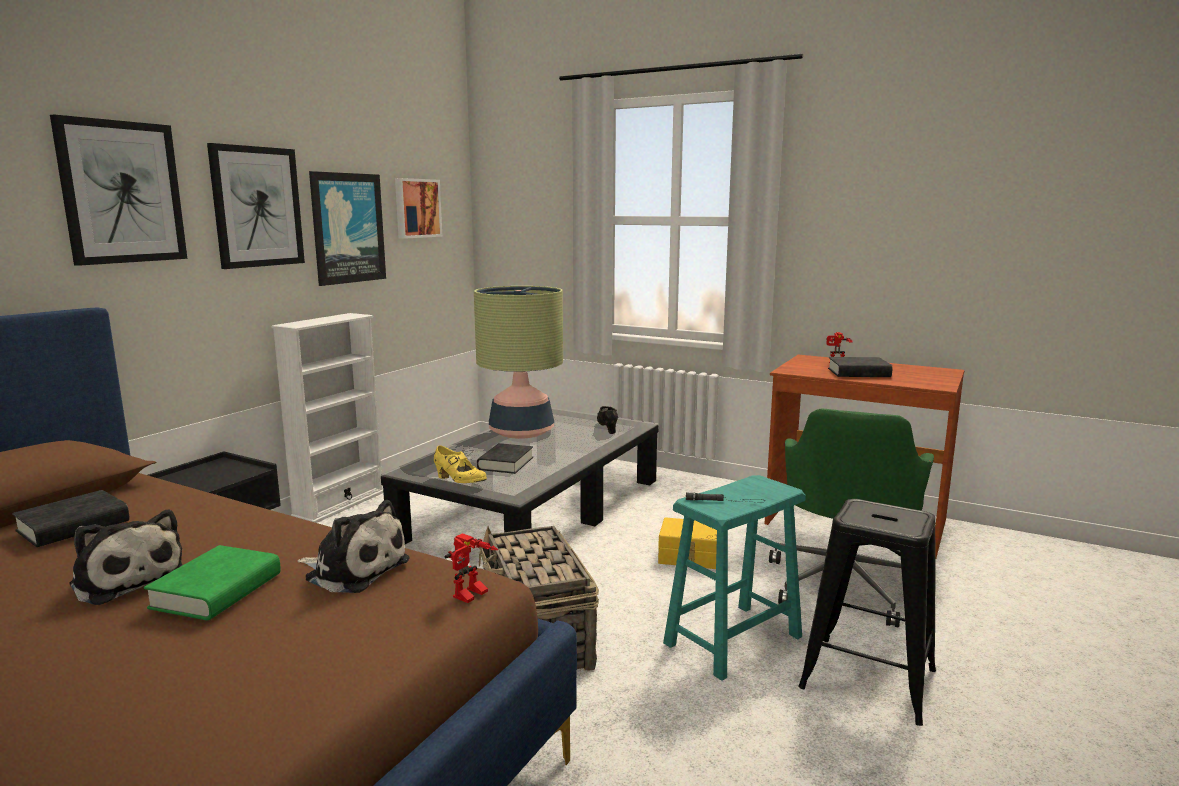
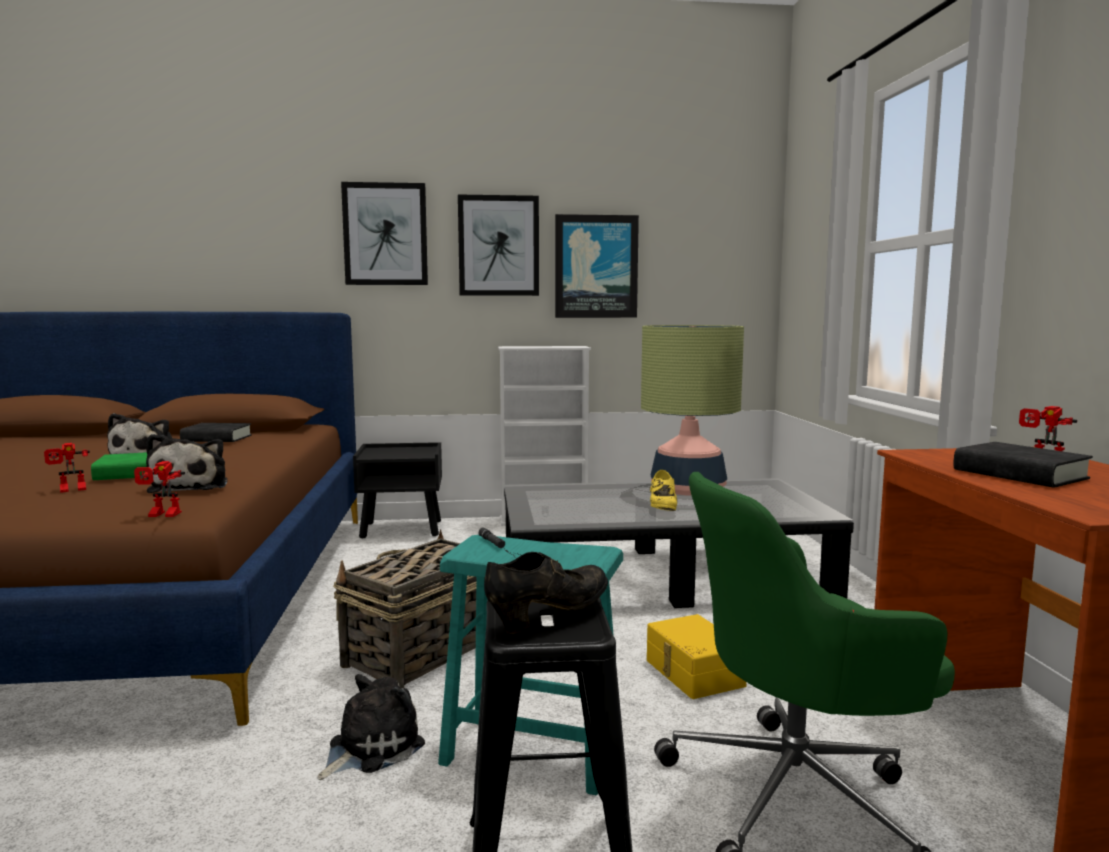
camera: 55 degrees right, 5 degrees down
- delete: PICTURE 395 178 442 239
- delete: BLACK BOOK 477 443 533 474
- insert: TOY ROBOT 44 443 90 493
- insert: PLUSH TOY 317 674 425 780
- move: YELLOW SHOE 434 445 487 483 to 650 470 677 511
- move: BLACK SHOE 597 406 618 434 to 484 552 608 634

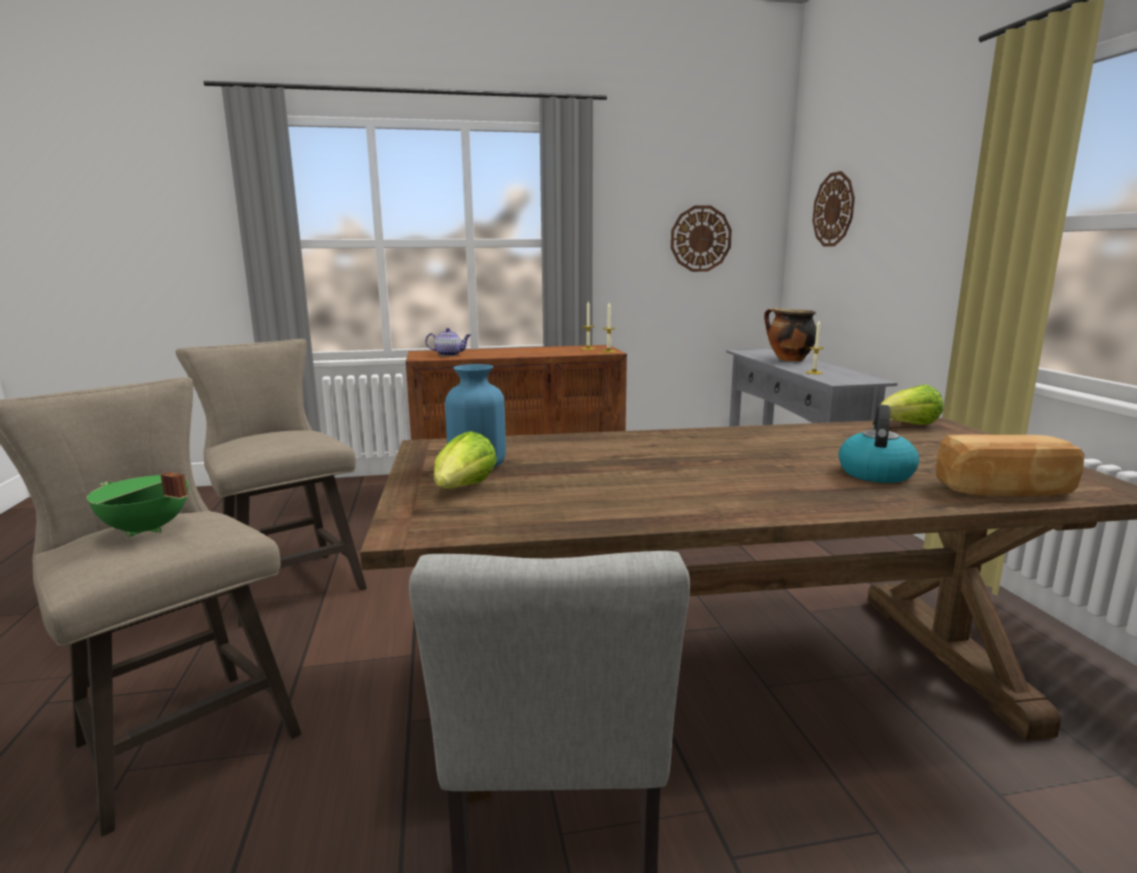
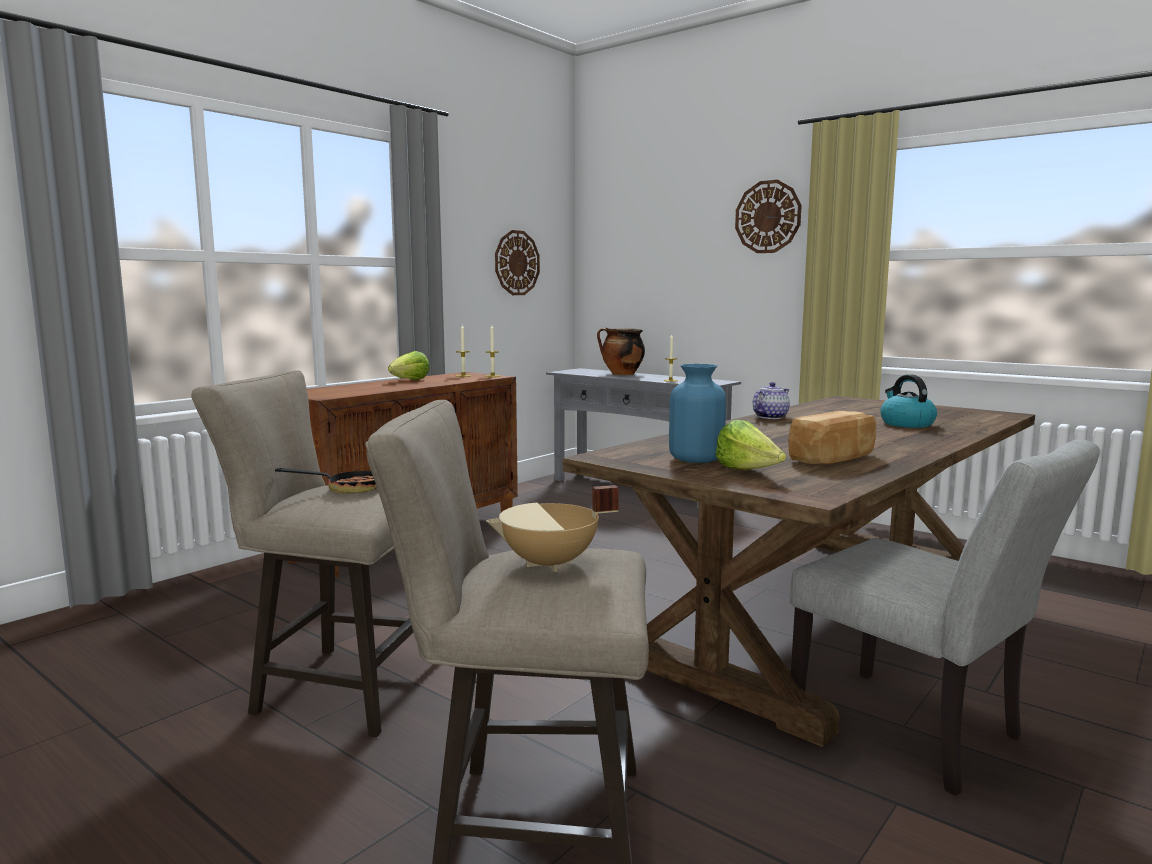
camera: 40 degrees left, 5 degrees down
- insert: FRYING PAN 275 468 377 494
- move: TEAPOT 425 328 471 356 to 753 382 790 419
- move: WALL CLOCK 812 171 855 247 to 735 180 802 253
- move: LETTUCE 880 384 943 425 to 388 351 430 380
- move: BREAD 936 434 1085 496 to 788 411 876 464
- recolor: GREEN COOKING POT 87 472 188 537 to BEIGE COOKING POT 486 485 619 572

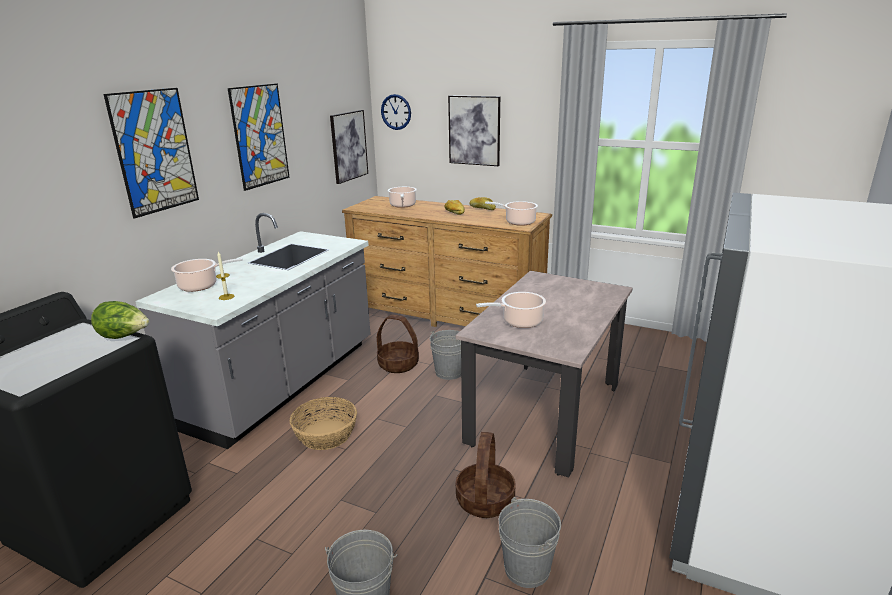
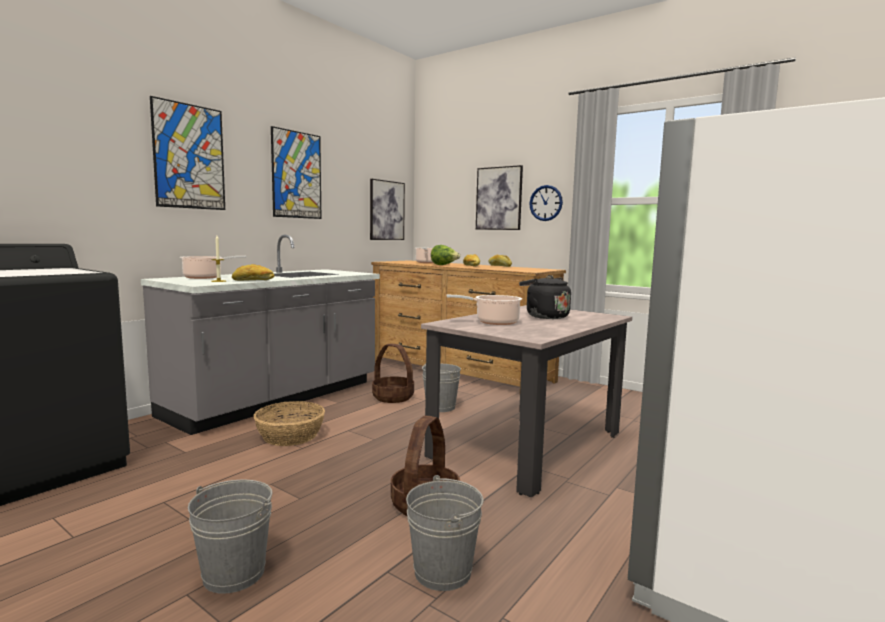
camera: 10 degrees right, 15 degrees down
- delete: COOKING POT 485 201 538 226
- insert: BREAD 232 264 275 281
- insert: BLACK KETTLE 519 275 571 319
- move: LETTUCE 91 301 150 339 to 431 245 460 265
- move: WALL CLOCK 381 94 411 130 to 529 185 563 221

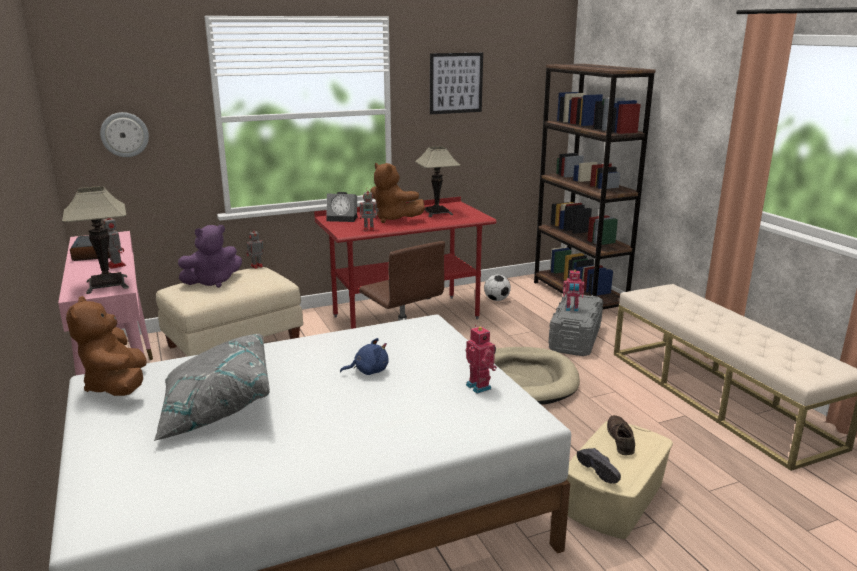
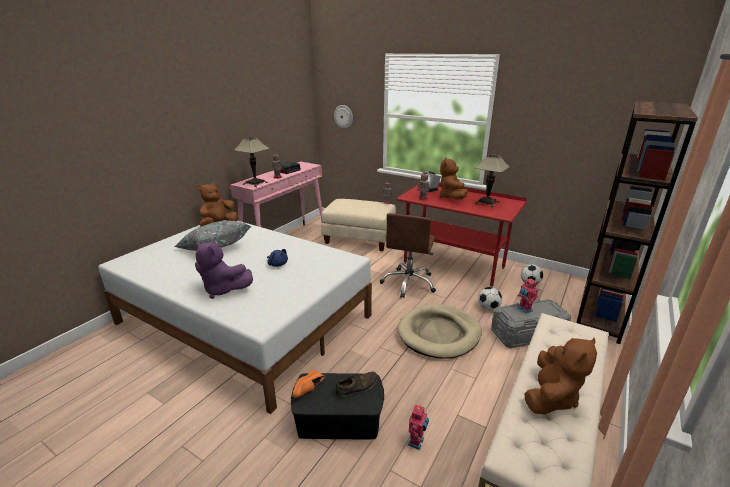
camera: 55 degrees right, 5 degrees up
- delete: PICTURE 430 53 483 114
- insert: FOOTBALL 478 287 502 310
- insert: BROWN PLUSH TOY 524 338 597 415
- move: PURPLE PLUSH TOY 178 225 242 288 to 195 242 253 299
- move: TOY ROBOT 466 325 497 394 to 408 404 429 450
- recolor: BEIGE STORAGE BOX 567 421 673 539 to BLACK STORAGE BOX 291 373 384 439
- recolor: BLACK SHOE 577 448 621 484 to ORANGE SHOE 293 370 325 398

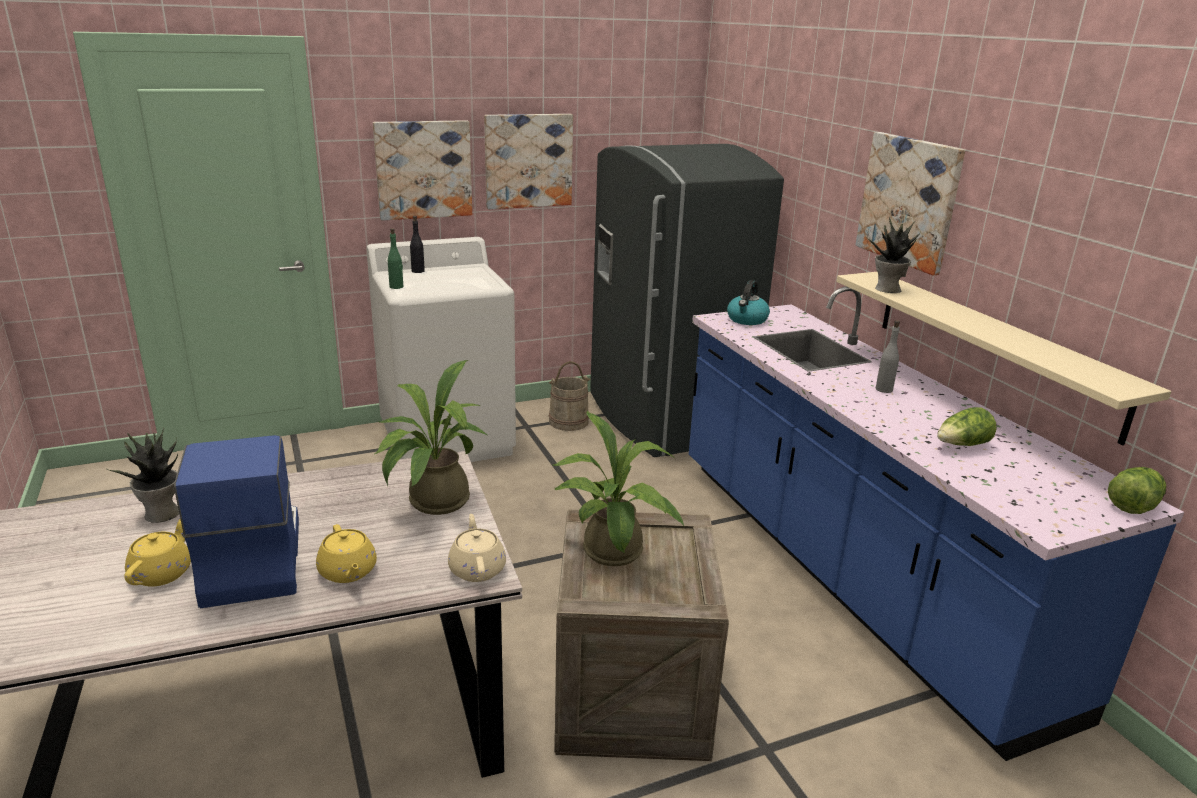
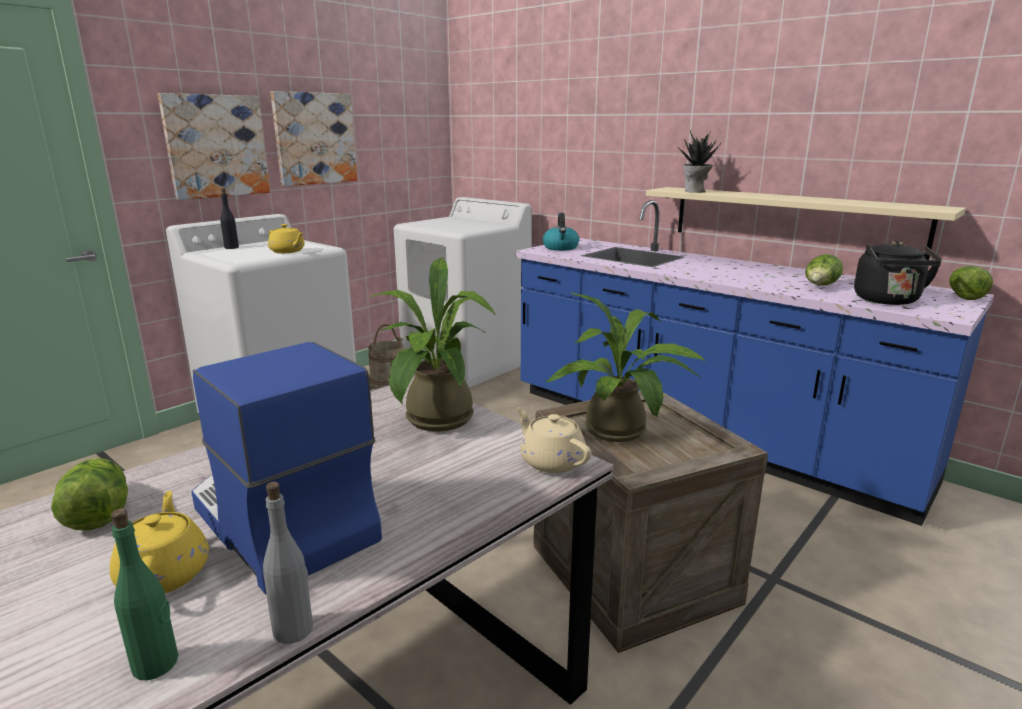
camera: 25 degrees left, 5 degrees down
- delete: PICTURE 856 132 965 276
- insert: BLACK KETTLE 854 241 942 305
- move: YELLOW TEAPOT 316 524 377 583 to 268 224 305 253
- move: GREEN BOTTLE 388 228 404 289 to 111 508 178 680
- move: GREY BOTTLE 876 320 900 393 to 263 482 313 644
- replace: POTTED PLANT 107 428 179 523 to LETTUCE 51 458 128 530
- replace: GREY FRIDGE 590 144 784 457 to WHITE WASHING MACHINE 394 197 532 387

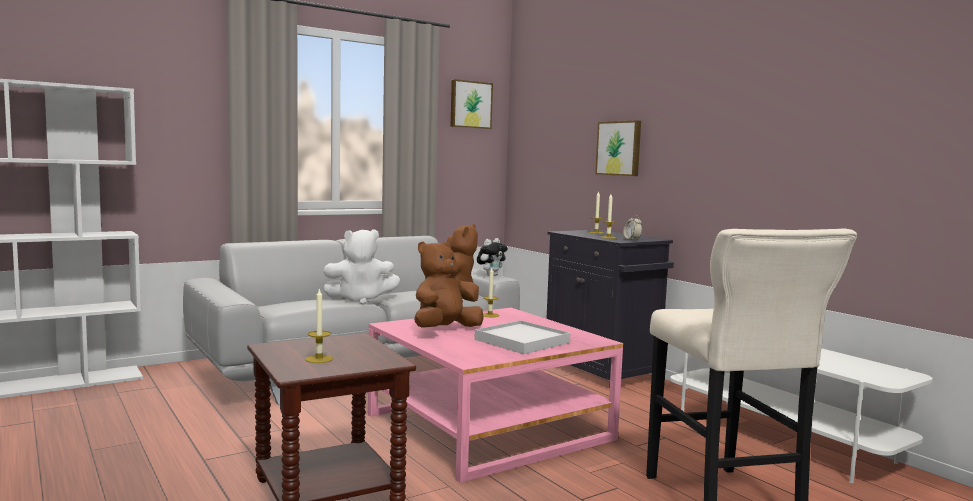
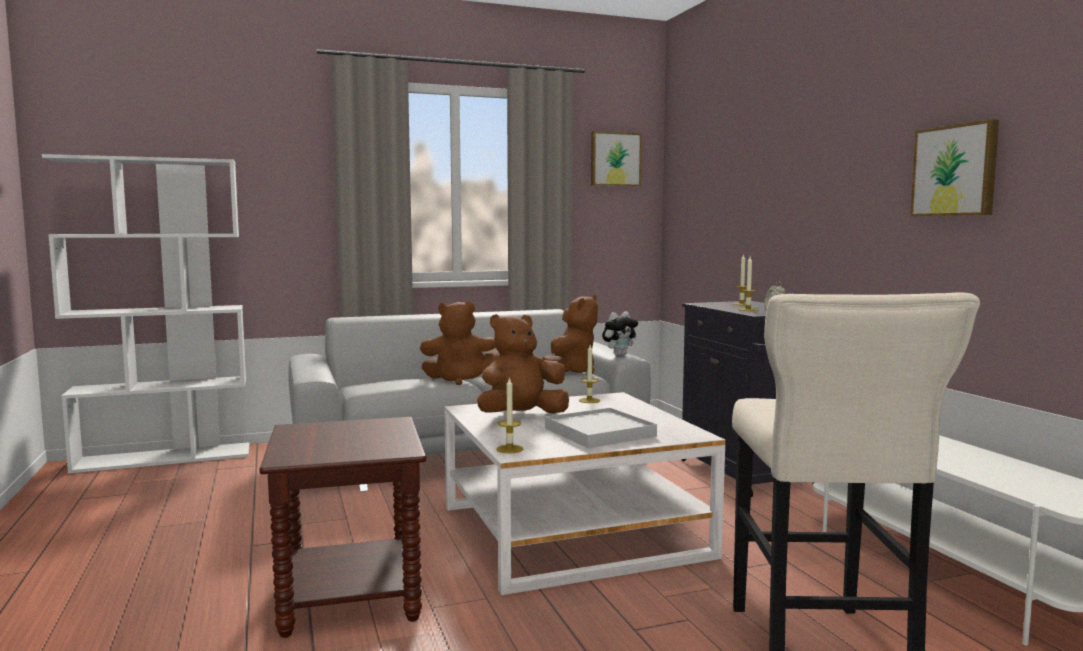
camera: 15 degrees right, 0 degrees up
- move: CANDLE 305 288 333 363 to 496 377 524 453
- move: PICTURE 595 120 641 176 to 910 119 999 216
- recolor: WHITE PLUSH TOY 323 229 400 305 to BROWN PLUSH TOY 420 302 500 385
- recolor: PINK COFFEE TABLE 368 308 623 483 to WHITE COFFEE TABLE 444 392 725 595

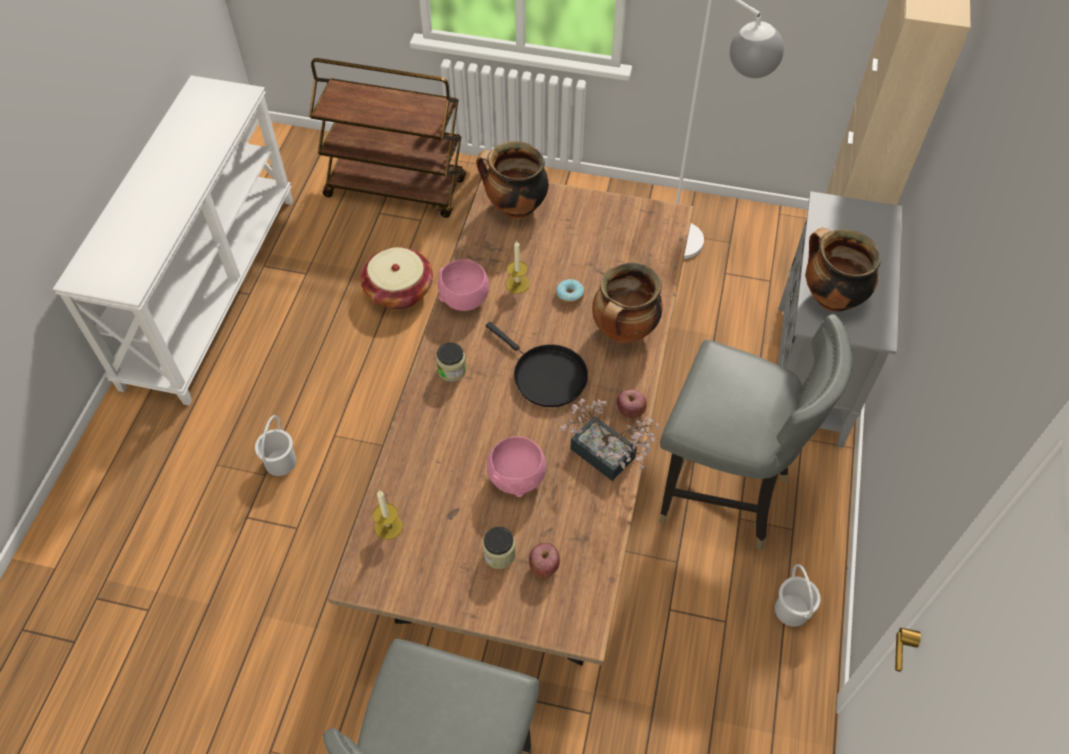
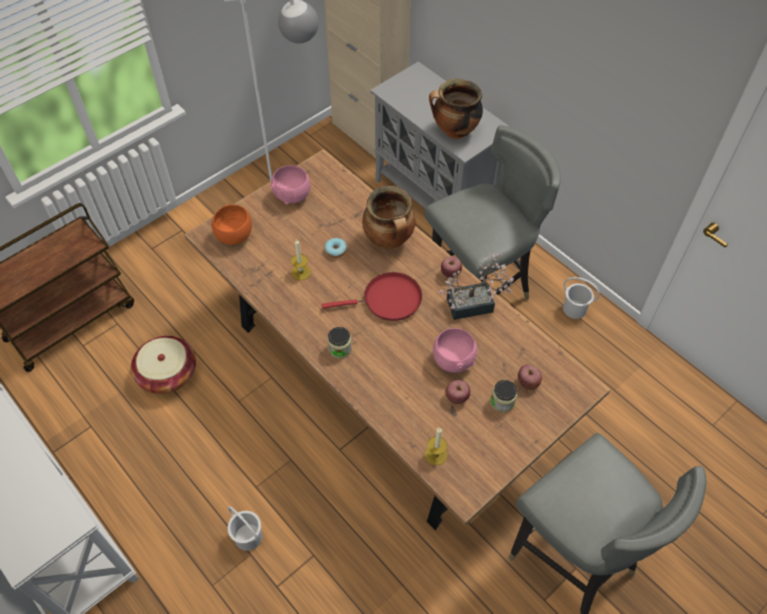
camera: 55 degrees left, 0 degrees up
- insert: APPLE 445 380 470 404
- move: PINK BOWL 438 259 489 311 to 271 165 311 204
- replace: COOKING POT 476 141 549 218 to ORANGE BOWL 212 205 252 245
- recolor: BLACK FRYING PAN 486 322 588 407 to RED FRYING PAN 322 272 422 321

